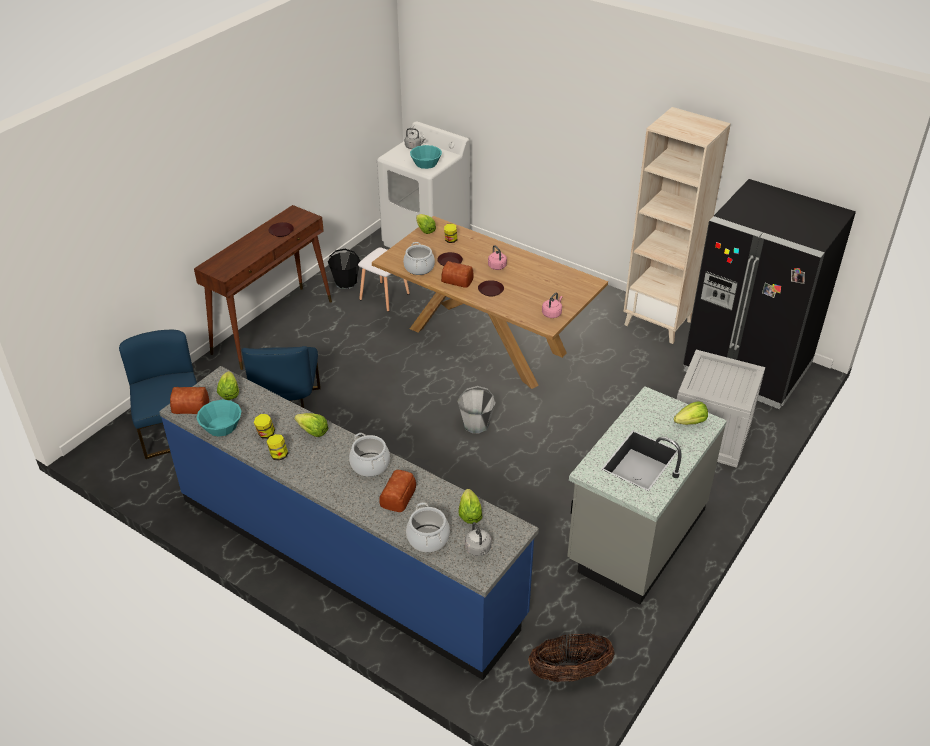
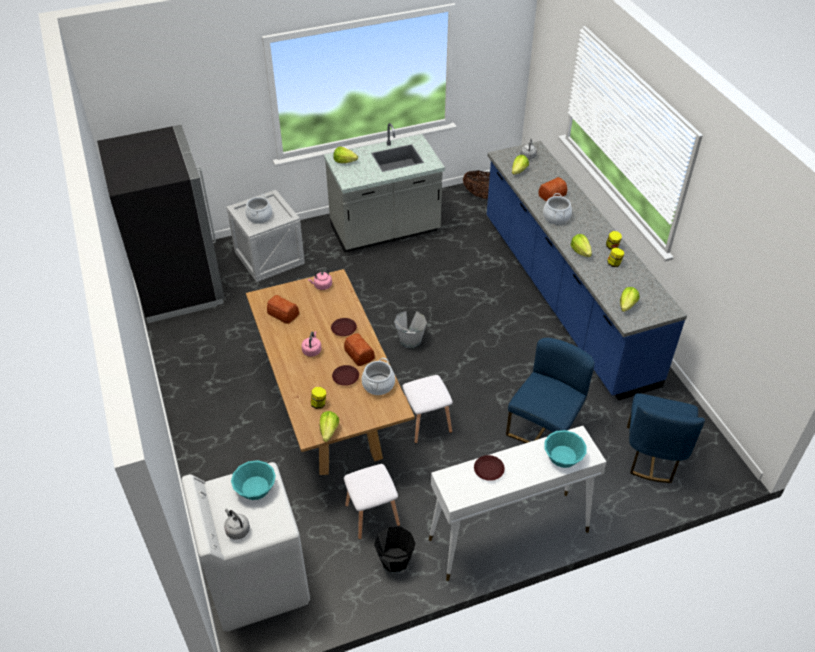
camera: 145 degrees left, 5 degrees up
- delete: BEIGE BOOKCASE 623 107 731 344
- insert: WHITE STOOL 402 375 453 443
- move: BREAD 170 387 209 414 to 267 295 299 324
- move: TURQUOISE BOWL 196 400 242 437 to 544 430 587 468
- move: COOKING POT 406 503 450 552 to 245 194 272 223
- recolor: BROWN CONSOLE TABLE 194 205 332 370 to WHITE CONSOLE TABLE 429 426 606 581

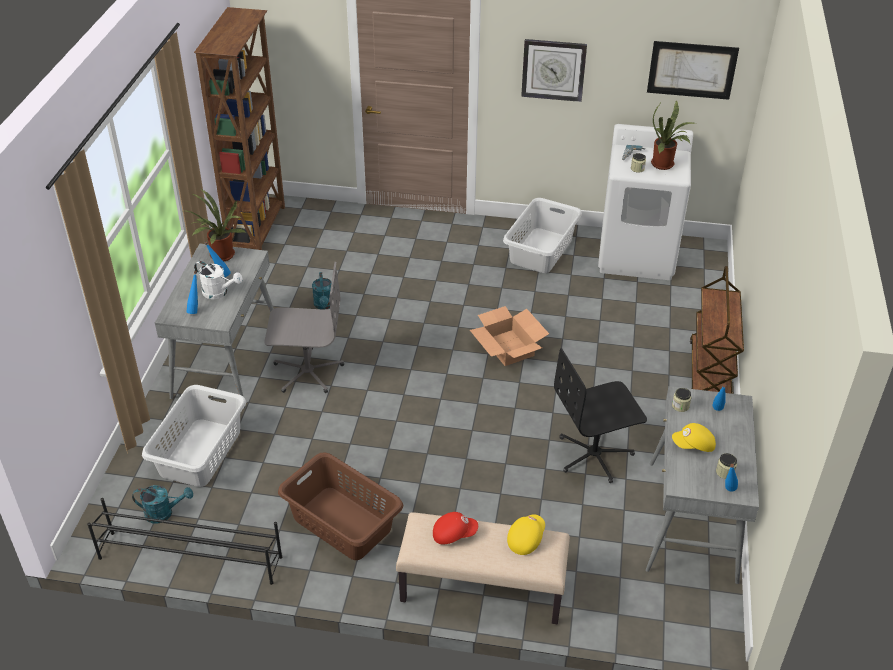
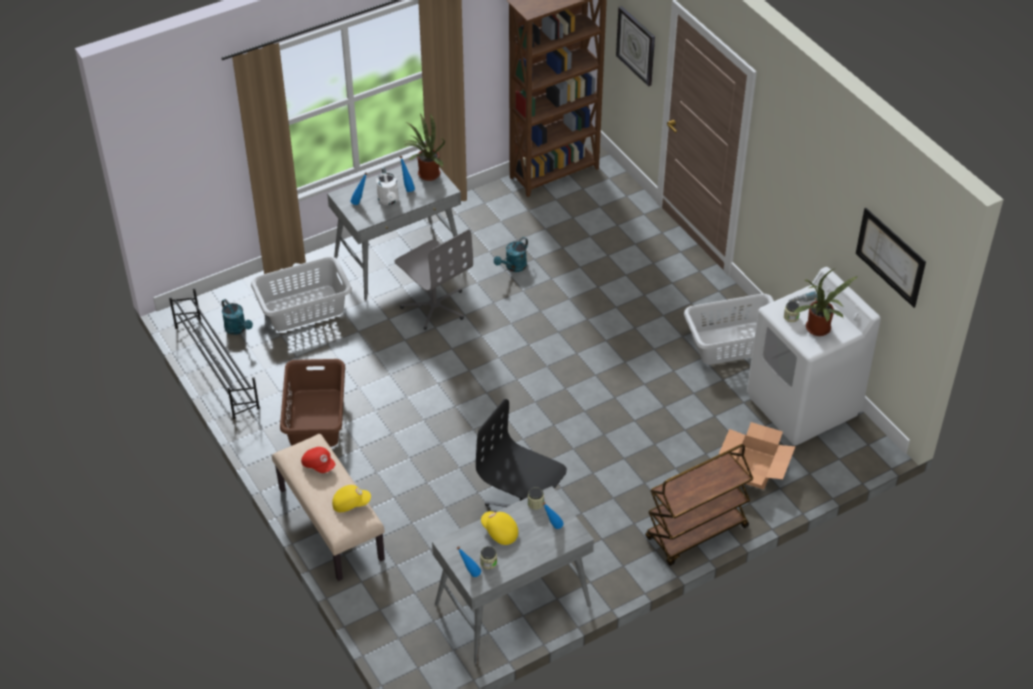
camera: 50 degrees right, 5 degrees up
- move: CARDBOARD BOX 470 306 549 366 to 718 422 796 489
- move: WALL CLOCK 521 39 587 102 to 616 6 655 87

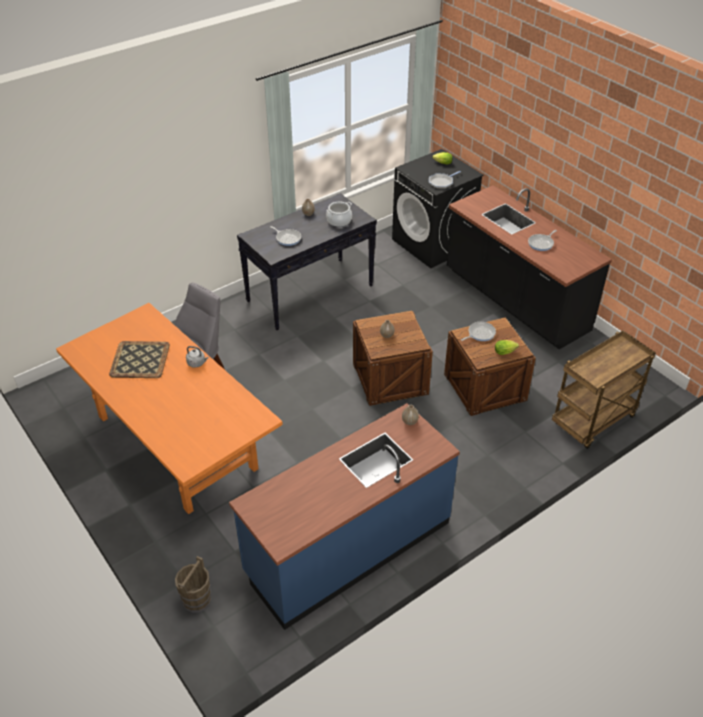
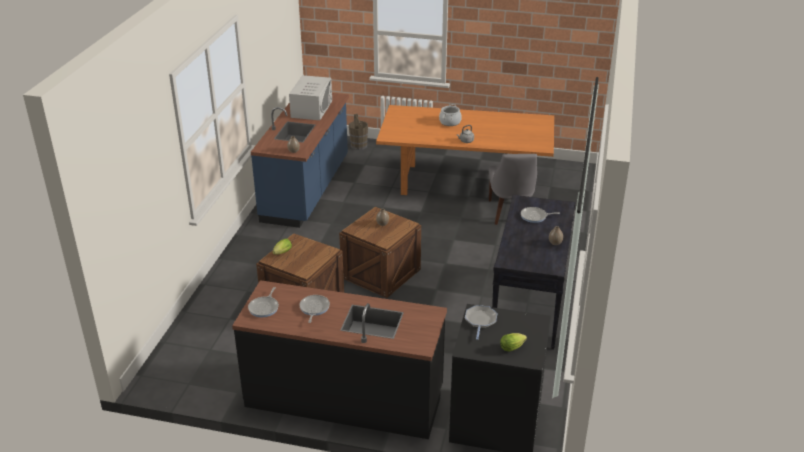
camera: 140 degrees right, 10 degrees down
- delete: TRAY 109 341 170 378
- delete: BROWN CART 552 330 656 449
- insert: WHITE MICROWAVE 289 75 332 120
- move: COOKING POT 326 202 352 227 to 439 104 462 126
- move: FRYING PAN 461 322 496 341 to 248 287 279 317

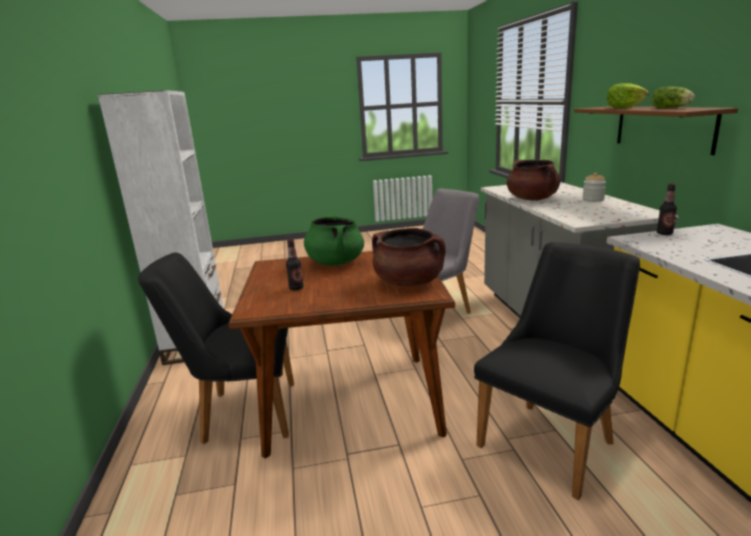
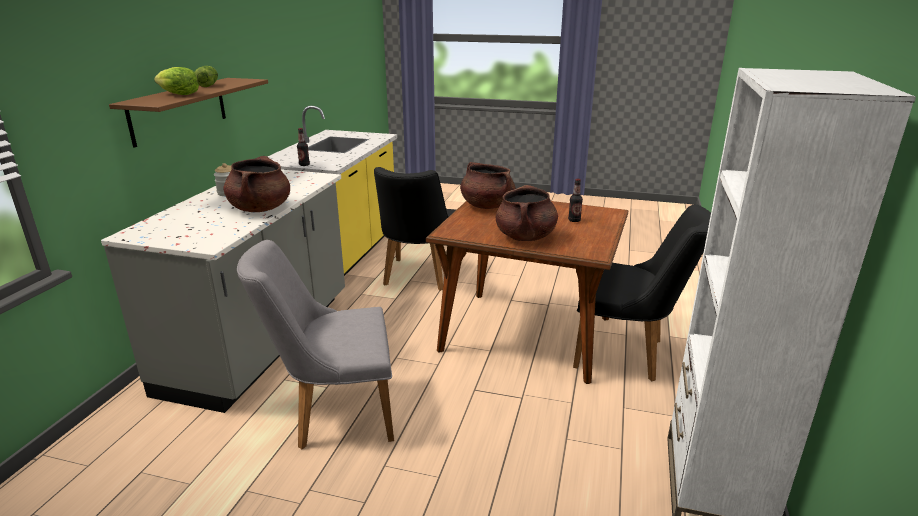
camera: 155 degrees left, 5 degrees up
- recolor: GREEN COOKING POT 304 214 364 266 to BROWN COOKING POT 496 185 558 241
- rotate: BLACK CHAIR 474 242 640 500 = 374 167 456 291 60 degrees counterclockwise

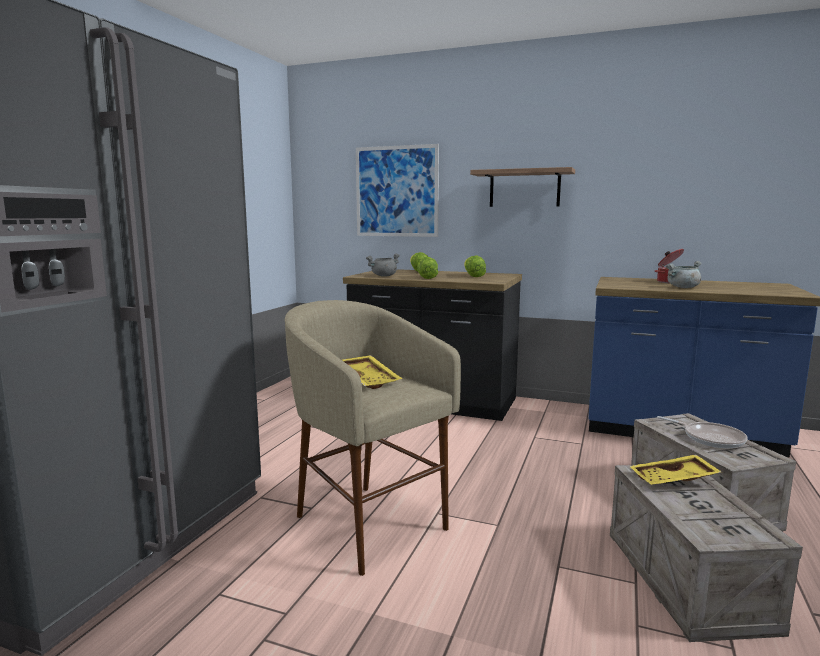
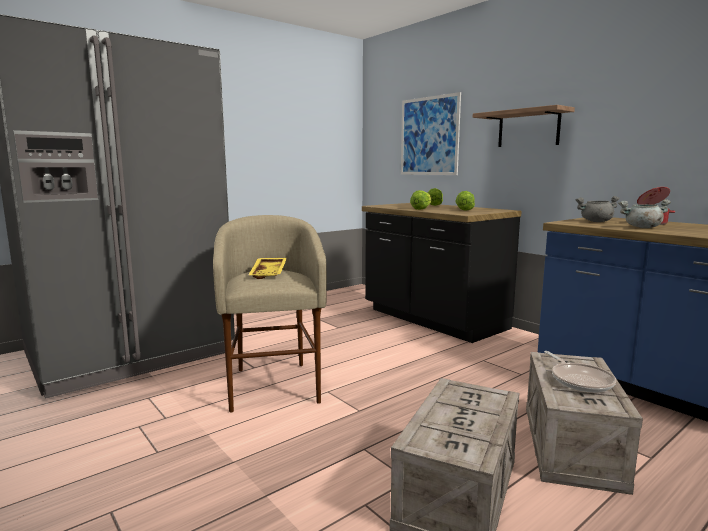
camera: 30 degrees right, 0 degrees up
- delete: YELLOW TRAY 629 454 721 485
- move: GREY COOKING POT 366 254 400 277 to 575 196 620 222

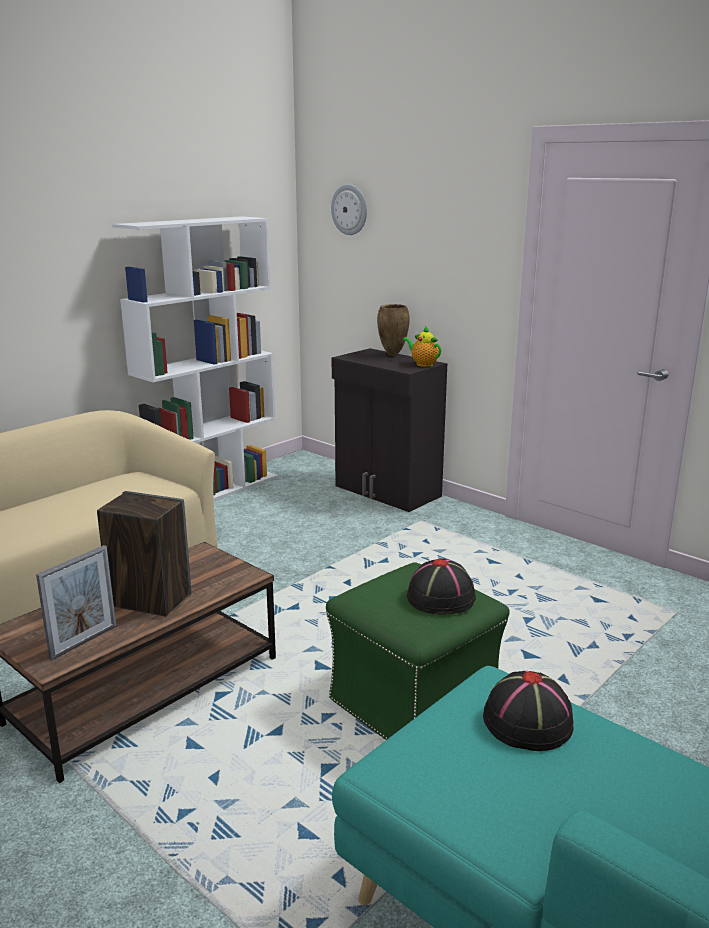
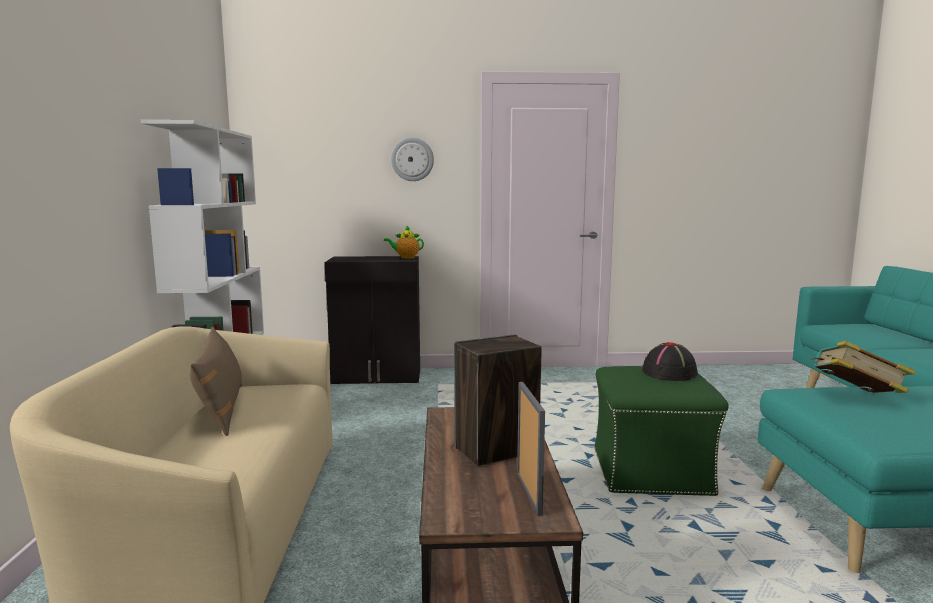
camera: 45 degrees left, 10 degrees down
- delete: BROWN VASE 377 304 410 356
- insert: BROWN PILLOW 190 327 242 436
- move: WALL CLOCK 331 184 367 235 to 391 138 434 181
- replace: BLACK HAT 483 671 574 751 to BOOK 810 341 915 393

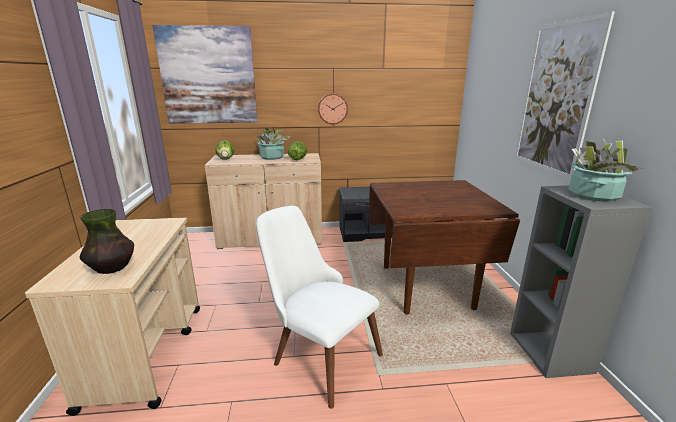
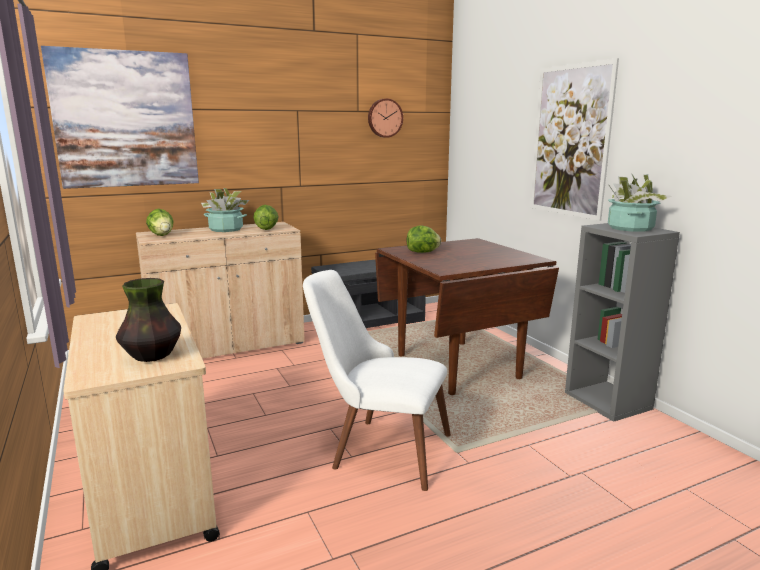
camera: 20 degrees left, 5 degrees down
- insert: LETTUCE 407 225 441 253
- move: WALL CLOCK 318 93 348 124 to 368 98 403 138

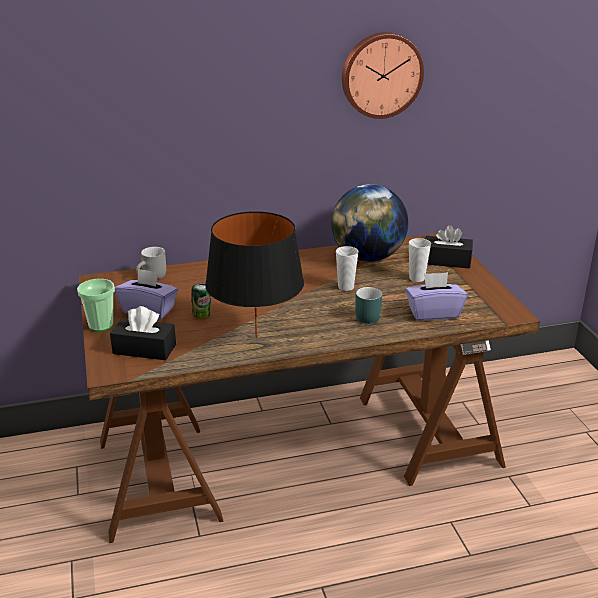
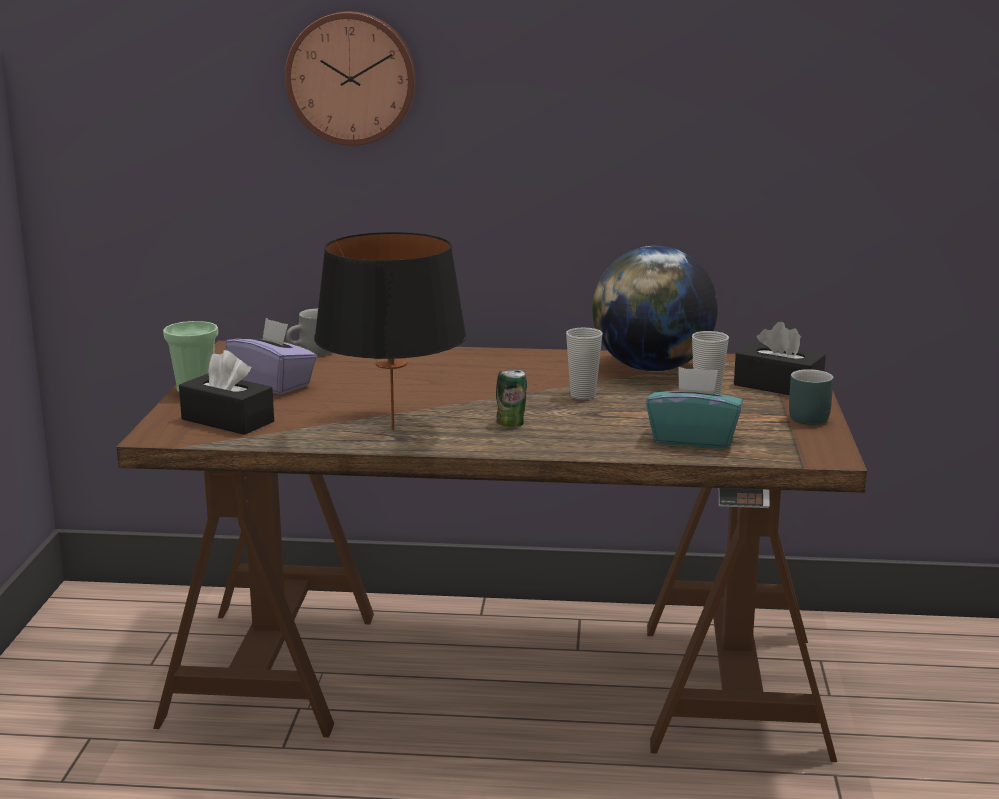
camera: 20 degrees right, 10 degrees down
- move: CAN 191 283 211 319 to 496 370 527 427
- move: WALL CLOCK 342 32 424 119 to 285 11 416 146
- move: TURQUOISE MUG 355 287 382 324 to 789 369 833 425
- recolor: PURPLE TISSUE BOX 405 272 468 321 to TURQUOISE TISSUE BOX 646 367 743 449

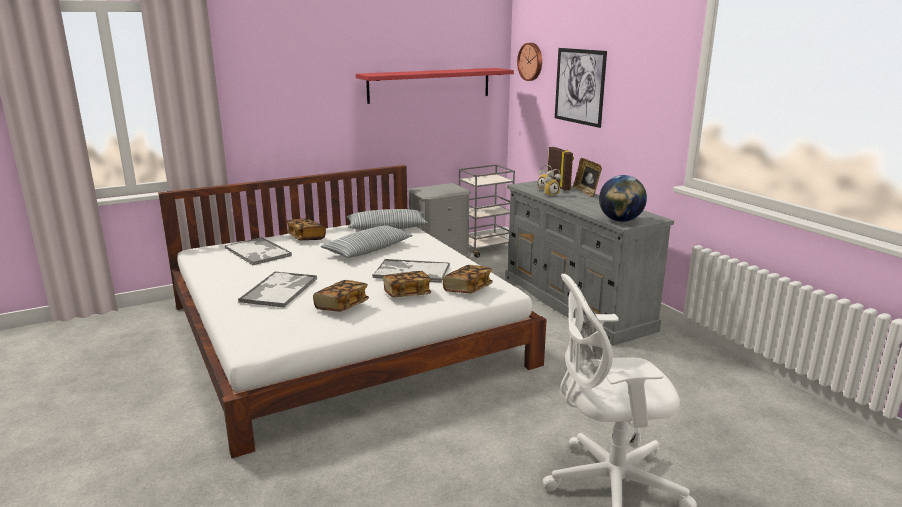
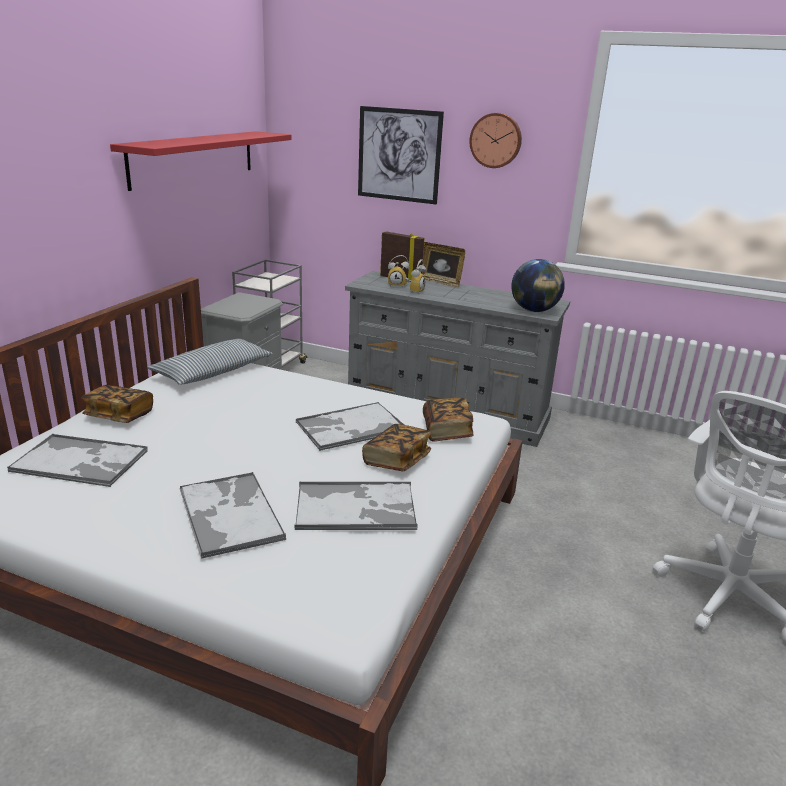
camera: 40 degrees left, 5 degrees up
- delete: PILLOW 321 225 413 258
- move: WALL CLOCK 517 43 542 81 to 469 113 522 168
- replace: BOOK 313 280 369 312 to TRAY 295 482 418 530

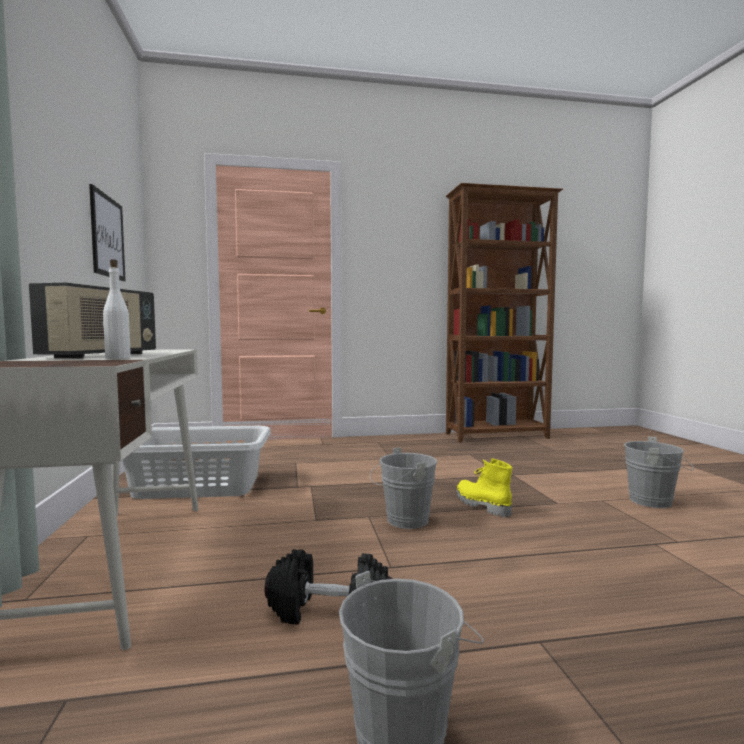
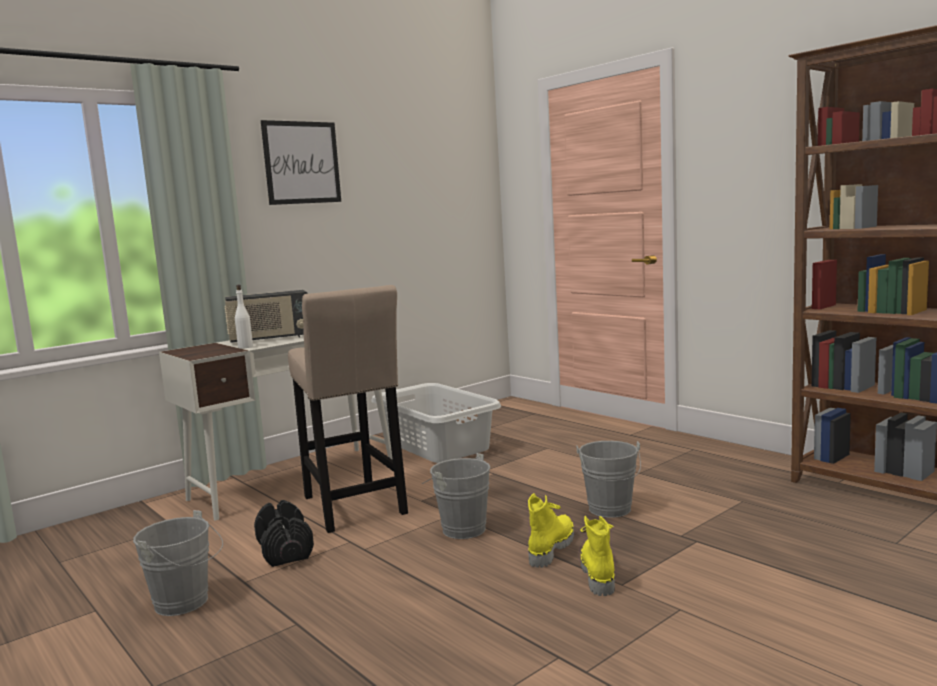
camera: 60 degrees right, 5 degrees up
- insert: BEIGE STOOL 288 285 408 533
- insert: YELLOW BOOT 580 516 615 596
- move: PICTURE 89 184 126 281 to 261 120 341 205
- move: GREY BUCKET 624 437 694 508 to 576 441 641 518

